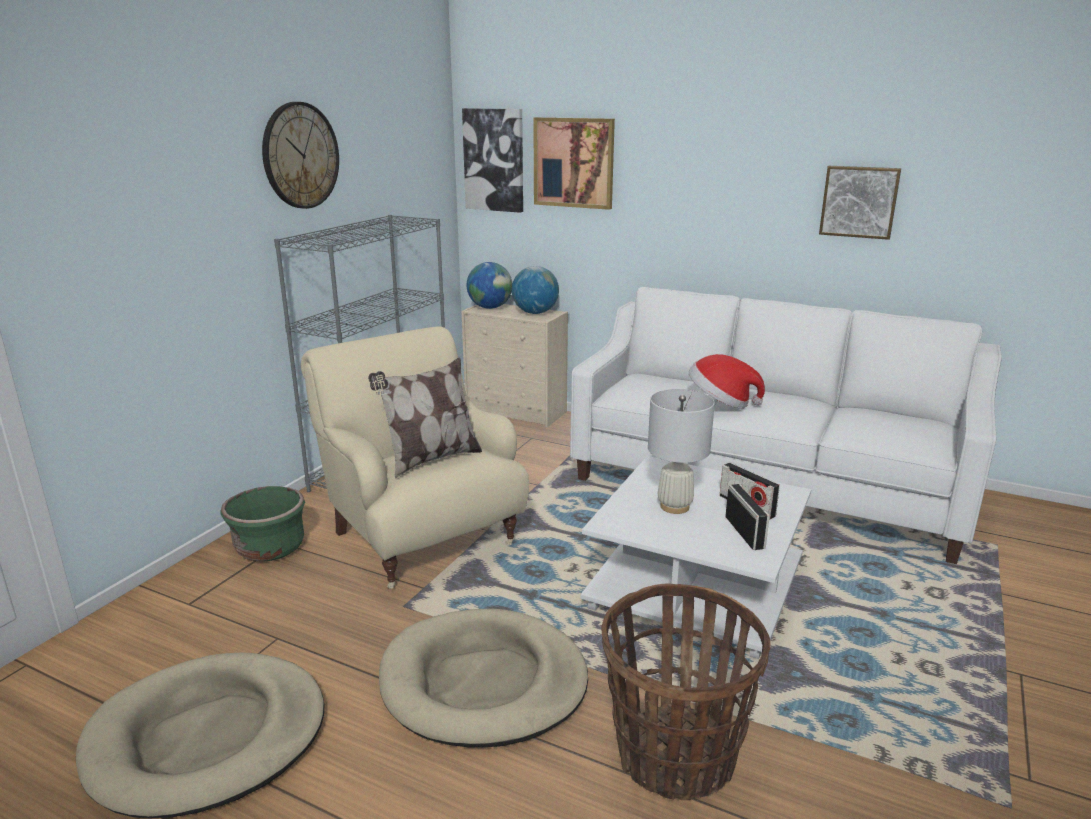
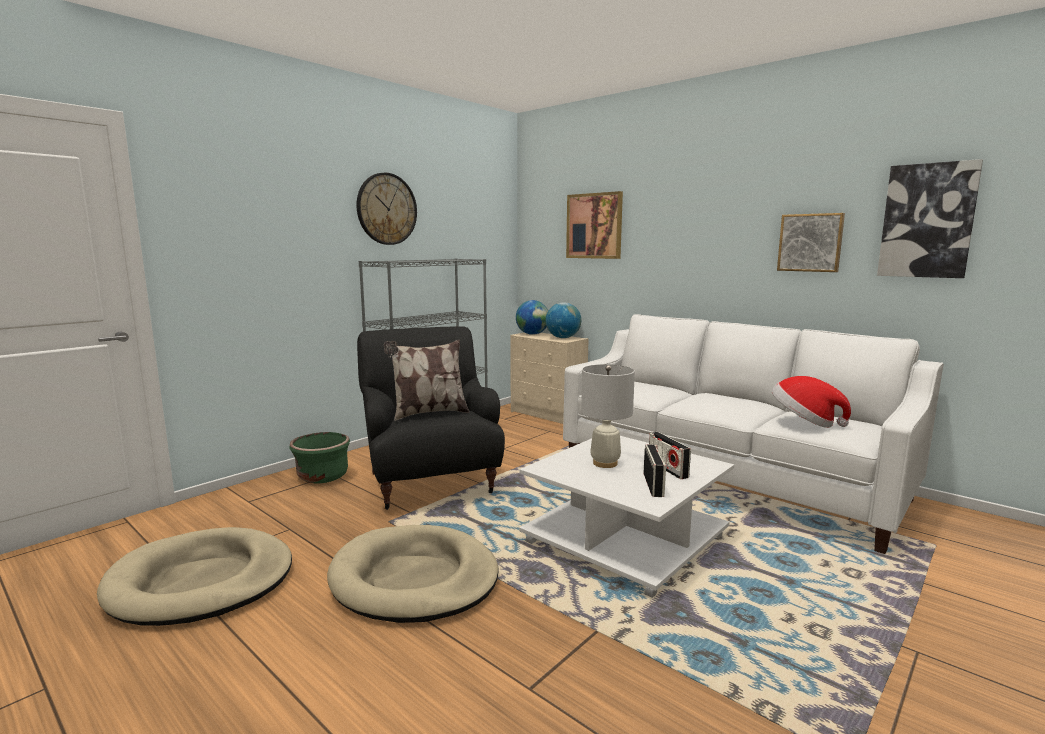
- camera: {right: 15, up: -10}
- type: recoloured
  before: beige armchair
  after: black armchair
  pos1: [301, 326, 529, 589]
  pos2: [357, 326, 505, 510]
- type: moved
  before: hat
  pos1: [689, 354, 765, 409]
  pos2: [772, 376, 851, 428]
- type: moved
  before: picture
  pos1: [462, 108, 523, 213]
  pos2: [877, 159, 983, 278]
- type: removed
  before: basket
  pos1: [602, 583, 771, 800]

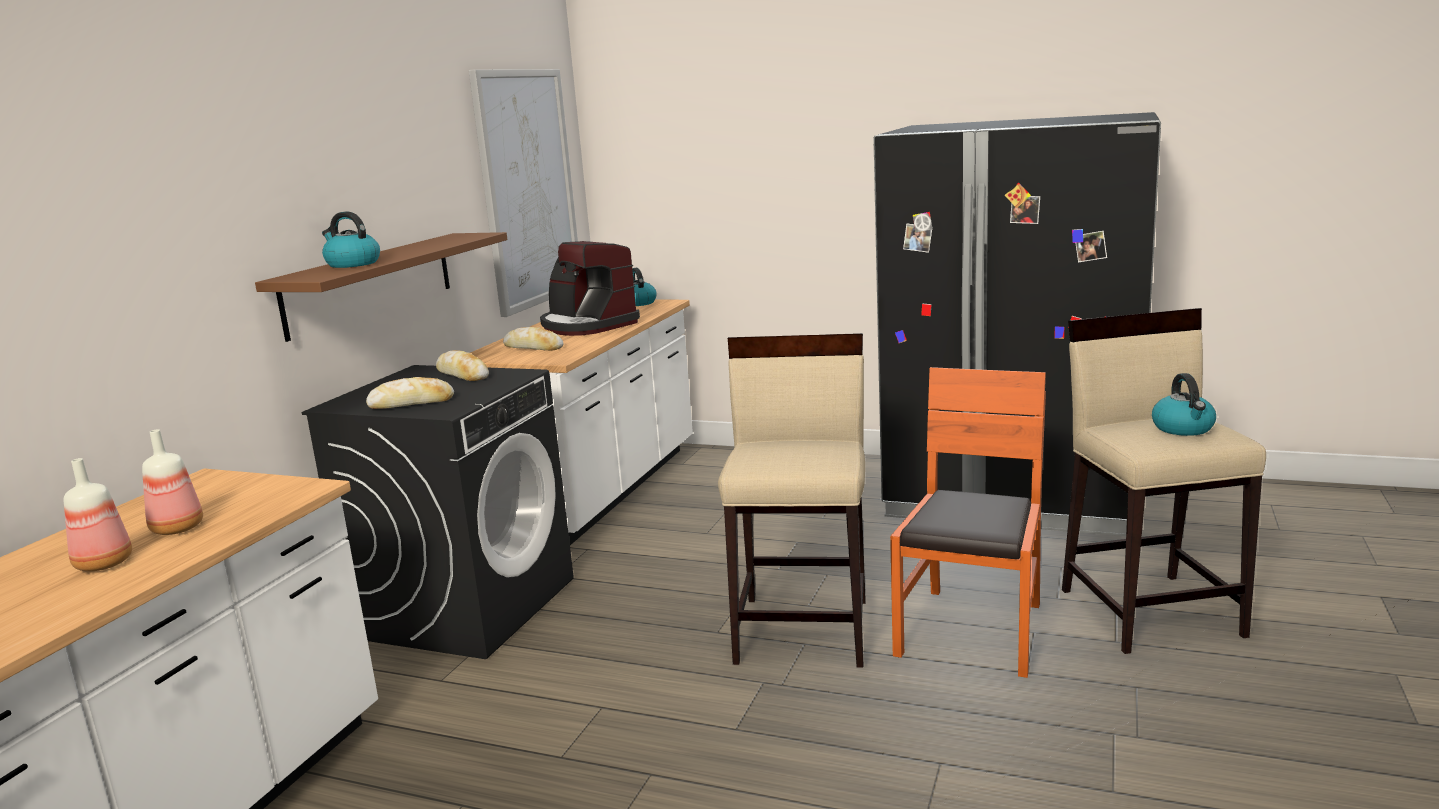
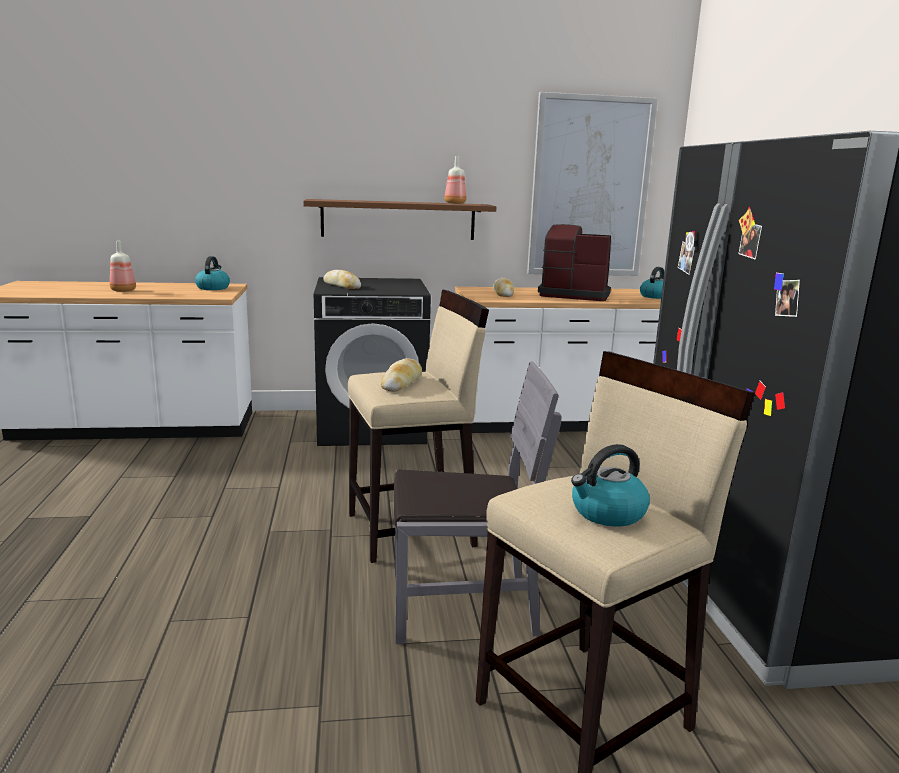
- camera: {right: 60, up: 0}
- type: moved
  before: kettle
  pos1: [322, 211, 380, 268]
  pos2: [195, 256, 230, 290]
- type: moved
  before: bread
  pos1: [436, 350, 489, 381]
  pos2: [381, 358, 422, 391]
- type: recoloured
  before: orange chair
  after: grey chair
  pos1: [890, 367, 1046, 678]
  pos2: [394, 361, 562, 644]
- type: moved
  before: bottle
  pos1: [142, 429, 203, 535]
  pos2: [444, 156, 466, 204]
- type: turned
  before: coffee machine
  pos1: [540, 241, 640, 336]
  pos2: [538, 224, 611, 301]
  turn: 90

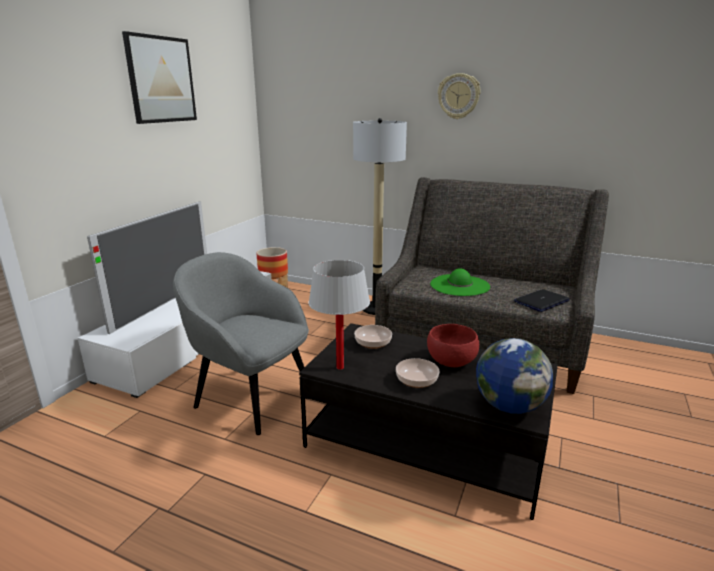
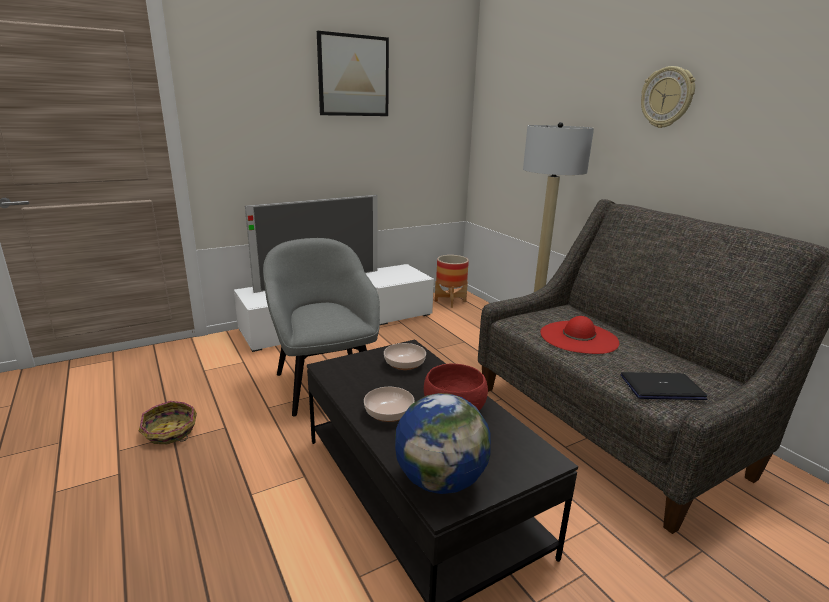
- camera: {right: 35, up: 0}
- type: added
  after: basket
  pos2: [139, 401, 197, 444]
- type: recoloured
  before: green hat
  after: red hat
  pos1: [430, 268, 490, 296]
  pos2: [540, 316, 619, 354]
- type: removed
  before: white table lamp
  pos1: [308, 260, 370, 370]

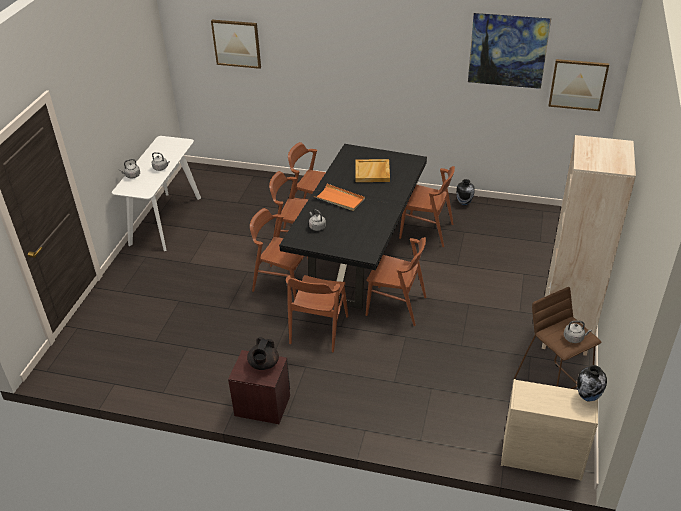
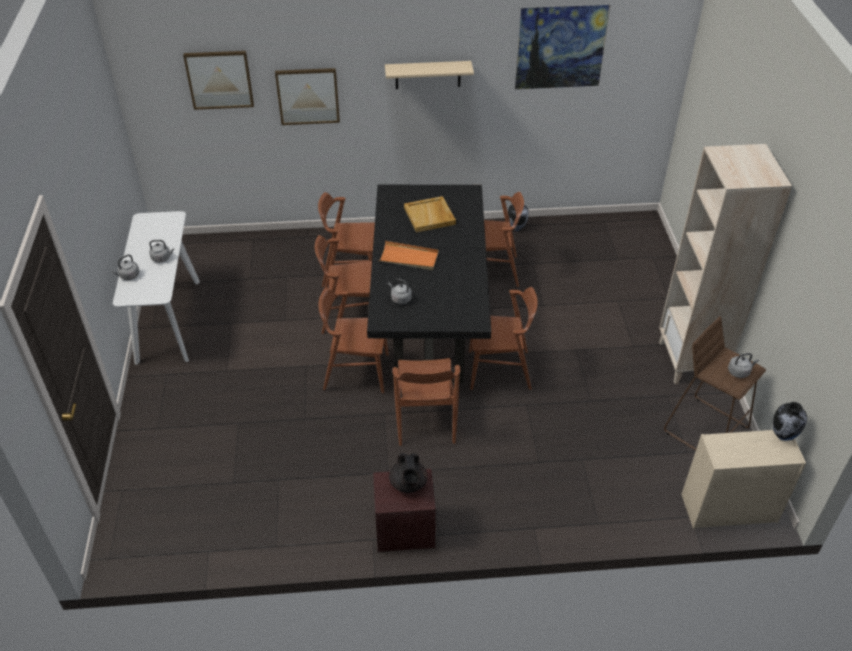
- camera: {right: -20, up: 5}
- type: moved
  before: picture
  pos1: [548, 59, 609, 111]
  pos2: [275, 68, 340, 125]
- type: added
  after: beige shelf
  pos2: [385, 61, 474, 89]

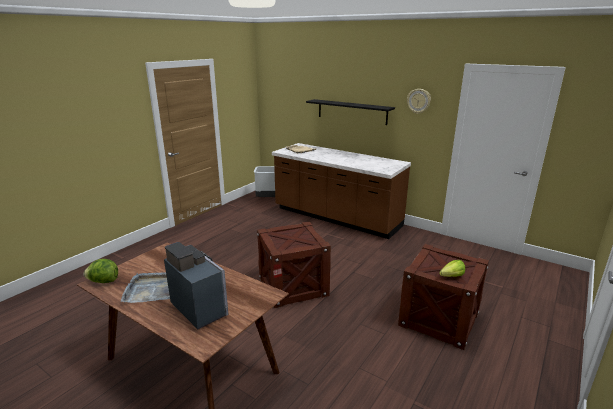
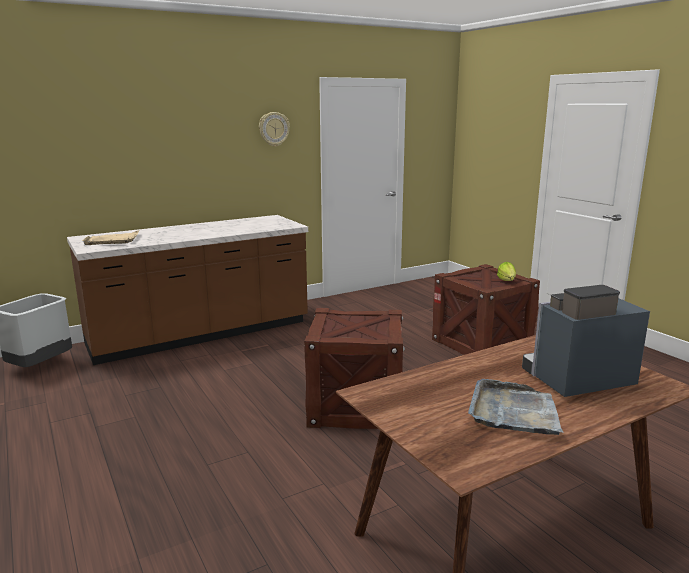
- camera: {right: -65, up: -5}
- type: removed
  before: lettuce
  pos1: [84, 259, 118, 283]
- type: removed
  before: black shelf
  pos1: [306, 99, 395, 125]

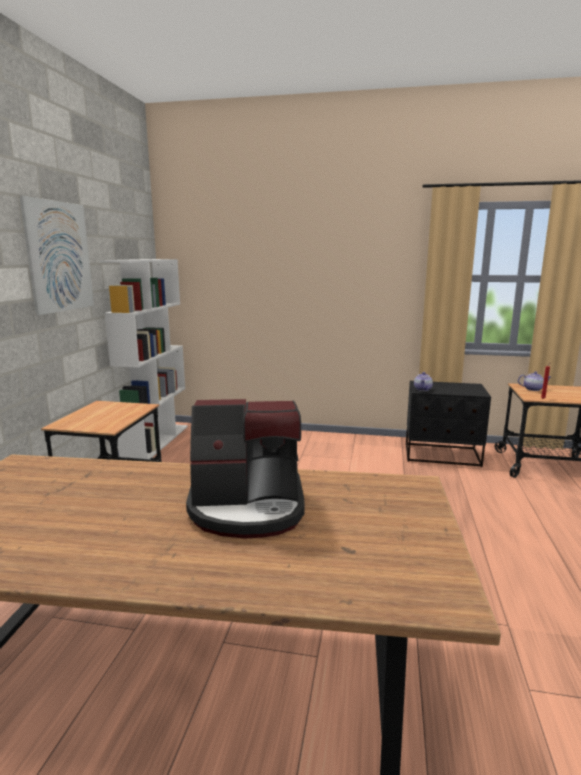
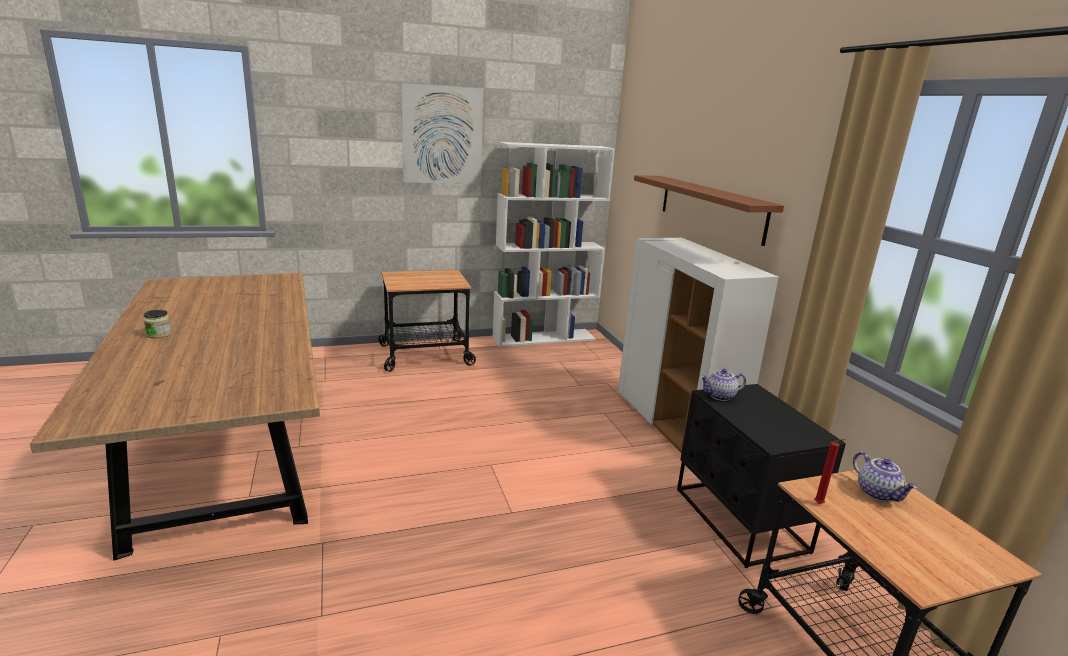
- camera: {right: 60, up: 5}
- type: added
  after: jar
  pos2: [143, 310, 172, 338]
- type: added
  after: white cabinet
  pos2: [618, 238, 779, 453]
- type: added
  after: brown shelf
  pos2: [634, 175, 784, 246]
- type: removed
  before: coffee machine
  pos1: [186, 399, 305, 539]

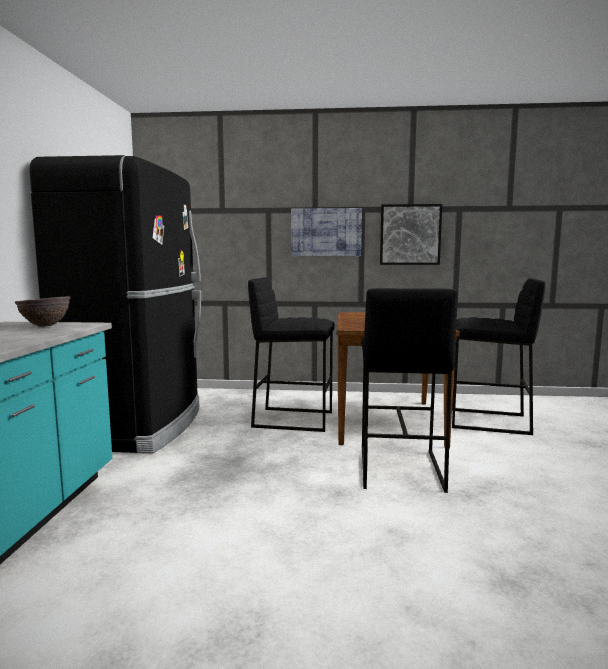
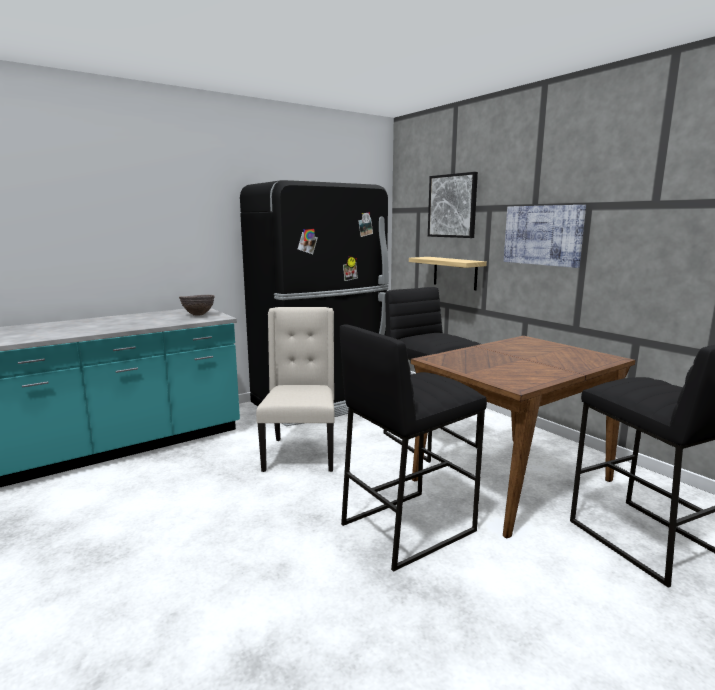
- camera: {right: 50, up: 5}
- type: added
  after: beige chair
  pos2: [256, 307, 335, 472]
- type: added
  after: shelf
  pos2: [409, 257, 487, 290]
- type: moved
  before: picture
  pos1: [380, 204, 442, 265]
  pos2: [428, 172, 478, 238]

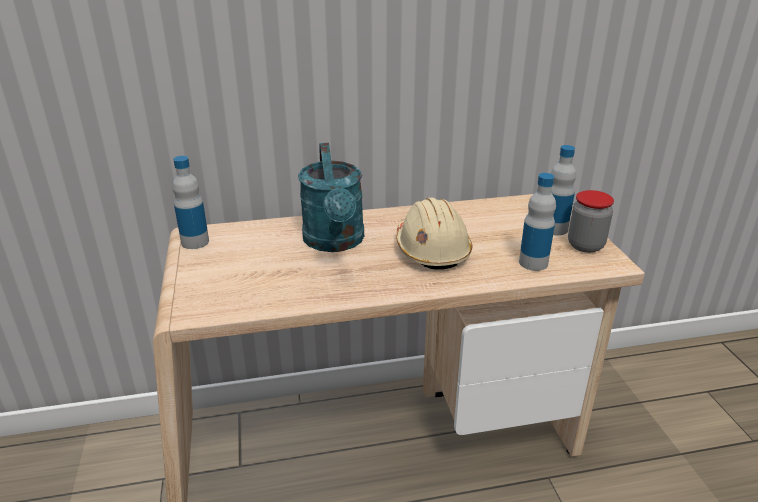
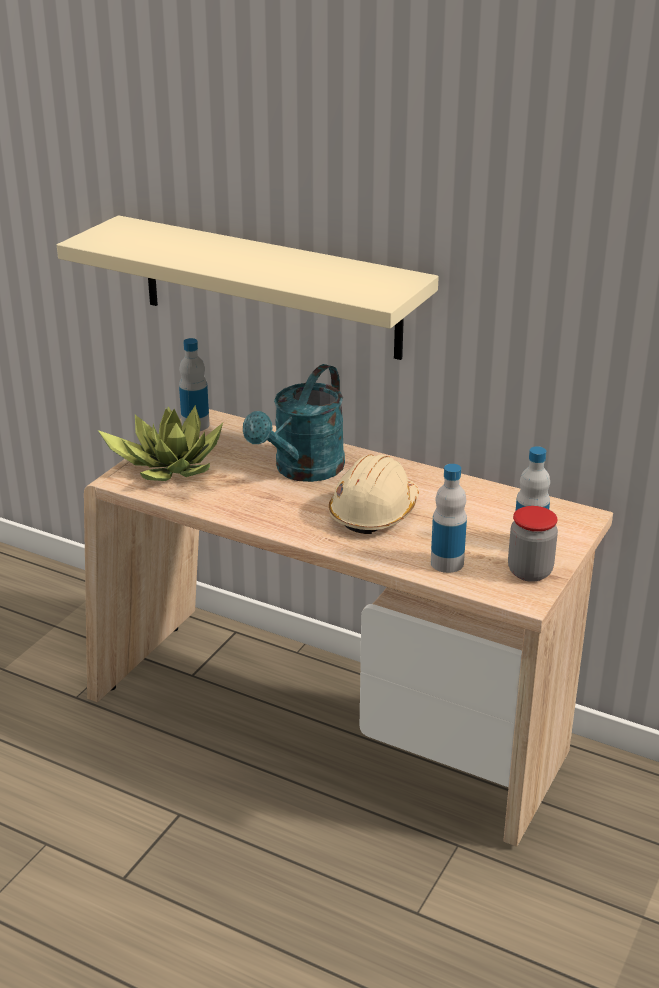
- camera: {right: 40, up: 0}
- type: added
  after: beige shelf
  pos2: [57, 215, 439, 360]
- type: added
  after: potted plant
  pos2: [98, 405, 223, 481]

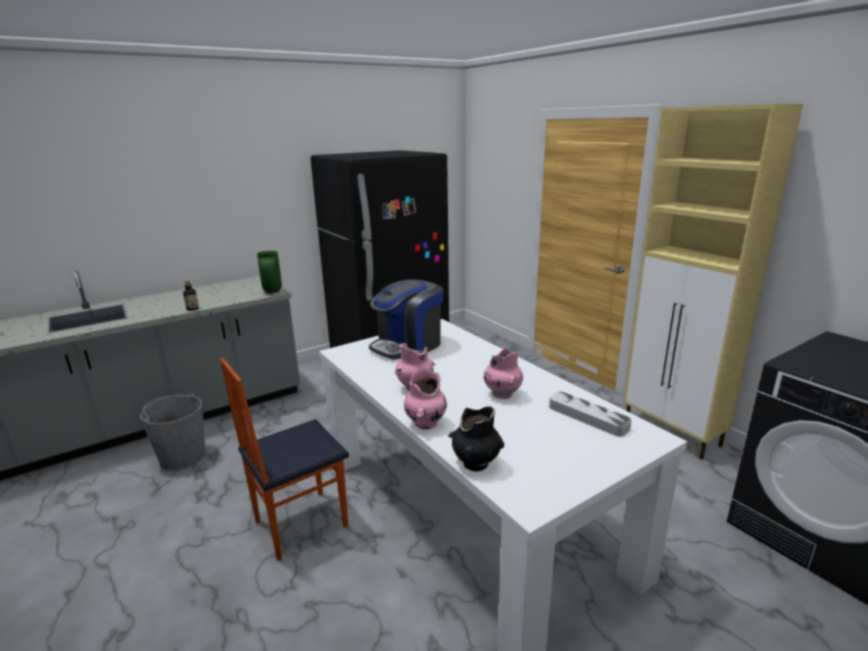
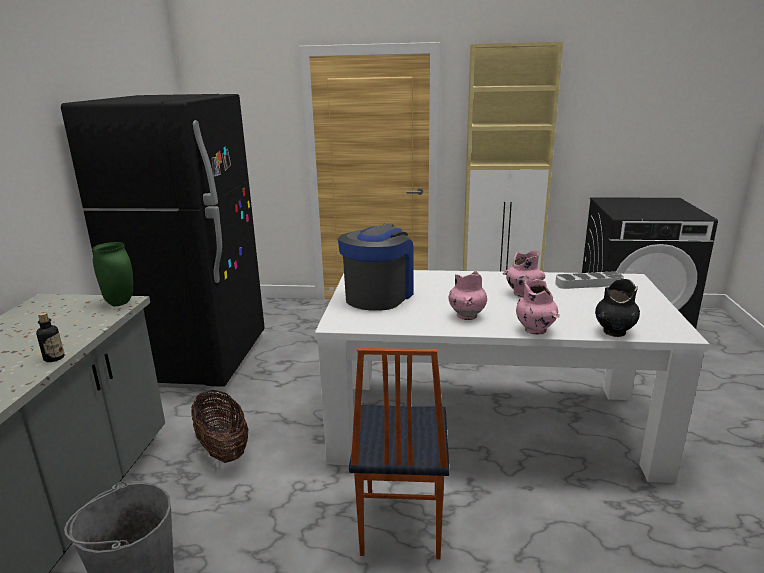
- camera: {right: -50, up: 0}
- type: added
  after: basket
  pos2: [191, 390, 249, 463]
- type: turned
  before: coffee machine
  pos1: [369, 280, 444, 360]
  pos2: [338, 224, 414, 311]
  turn: -150

